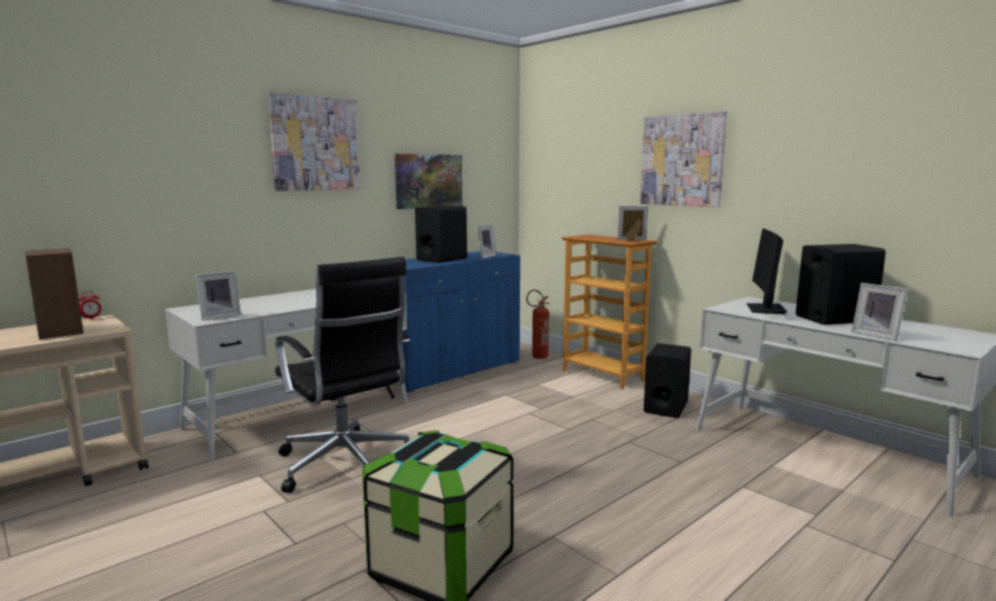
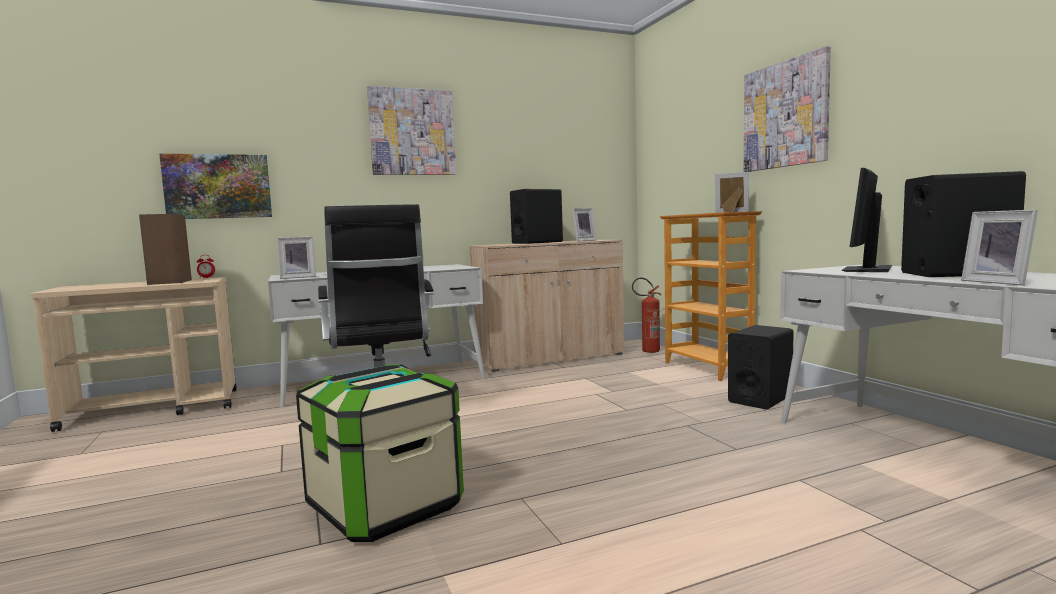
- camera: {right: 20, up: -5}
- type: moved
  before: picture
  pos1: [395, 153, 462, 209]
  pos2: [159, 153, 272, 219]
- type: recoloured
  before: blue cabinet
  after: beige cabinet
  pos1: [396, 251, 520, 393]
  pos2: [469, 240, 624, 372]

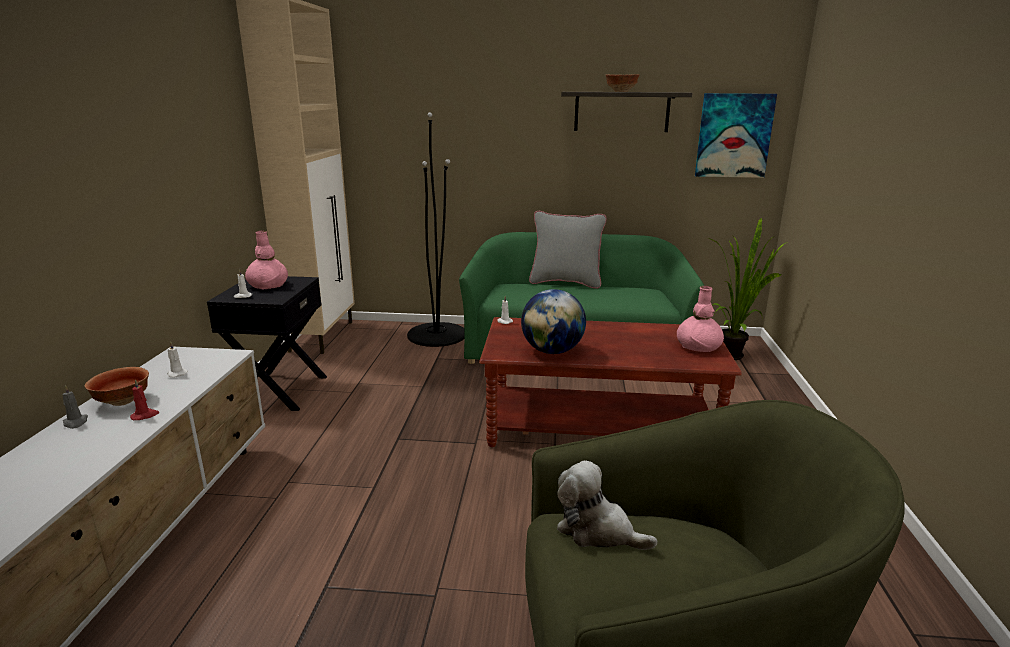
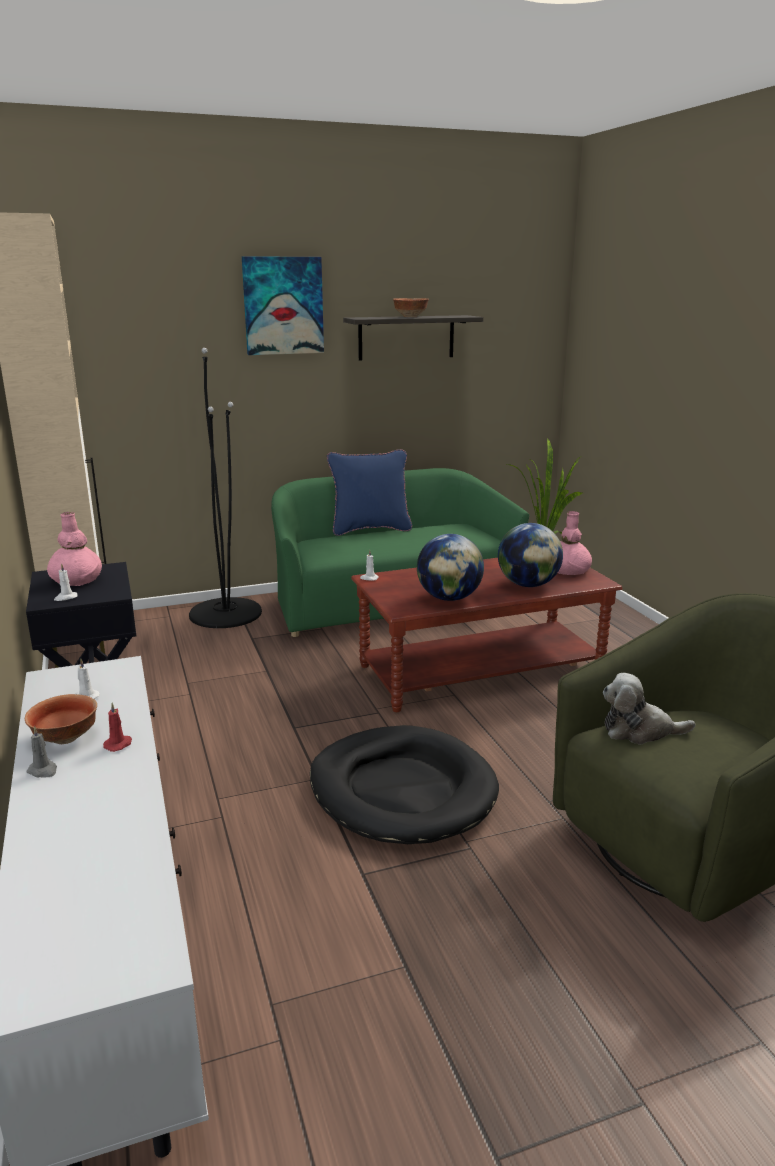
- camera: {right: -25, up: 0}
- type: moved
  before: picture
  pos1: [695, 93, 777, 178]
  pos2: [242, 256, 324, 355]
- type: added
  after: black dog bed
  pos2: [310, 725, 499, 844]
- type: recoloured
  before: grey pillow
  after: blue pillow
  pos1: [529, 211, 607, 289]
  pos2: [327, 449, 412, 536]
- type: added
  after: globe
  pos2: [498, 523, 563, 587]

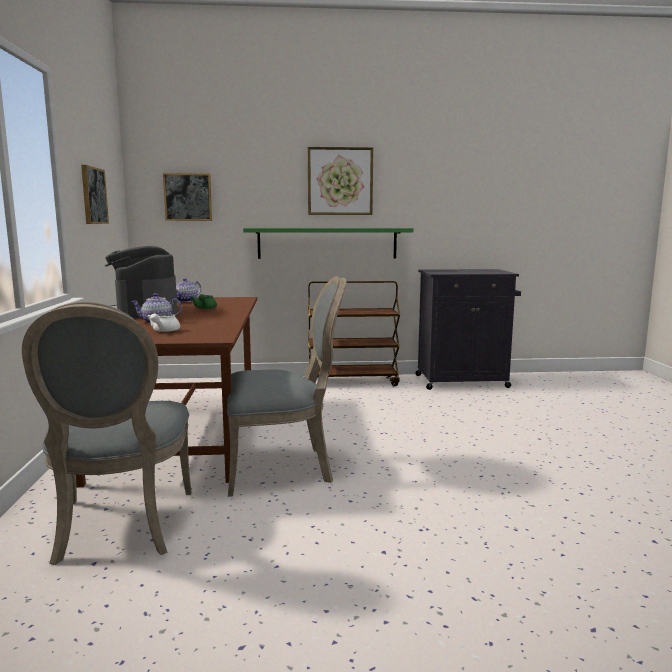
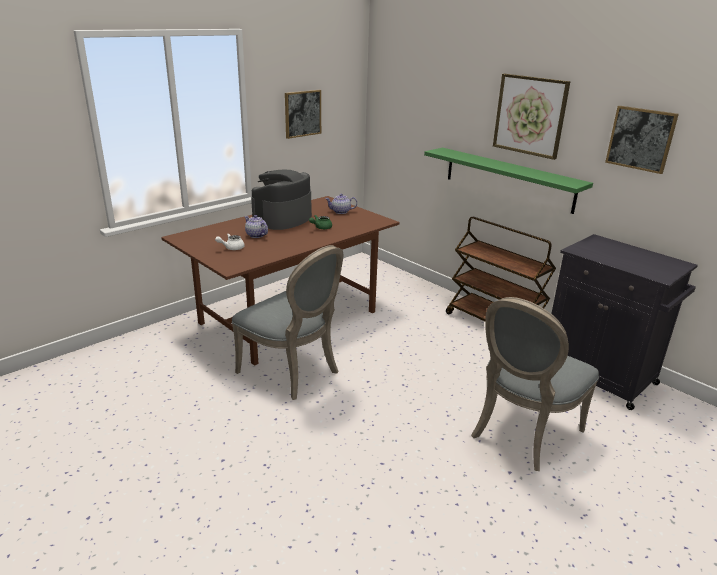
- camera: {right: 50, up: 15}
- type: moved
  before: grey chair
  pos1: [22, 302, 192, 565]
  pos2: [471, 297, 599, 471]
- type: moved
  before: picture
  pos1: [163, 173, 212, 221]
  pos2: [605, 106, 679, 174]

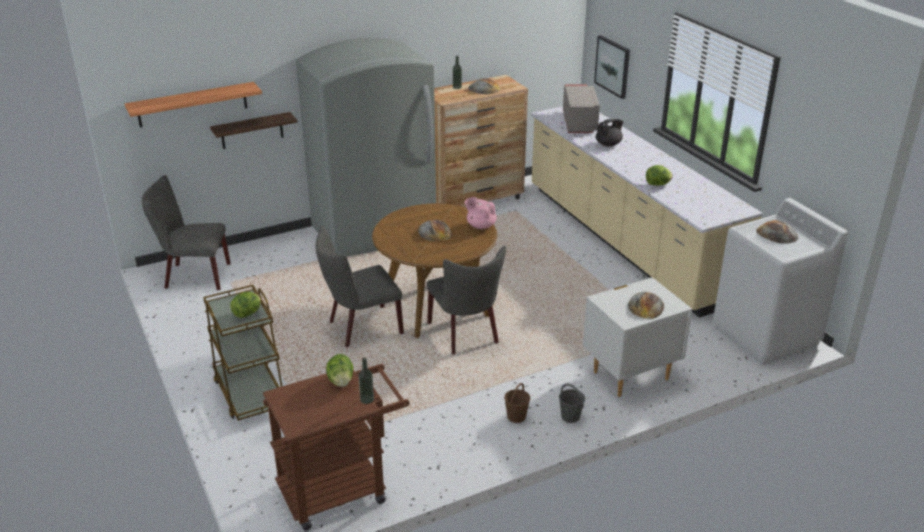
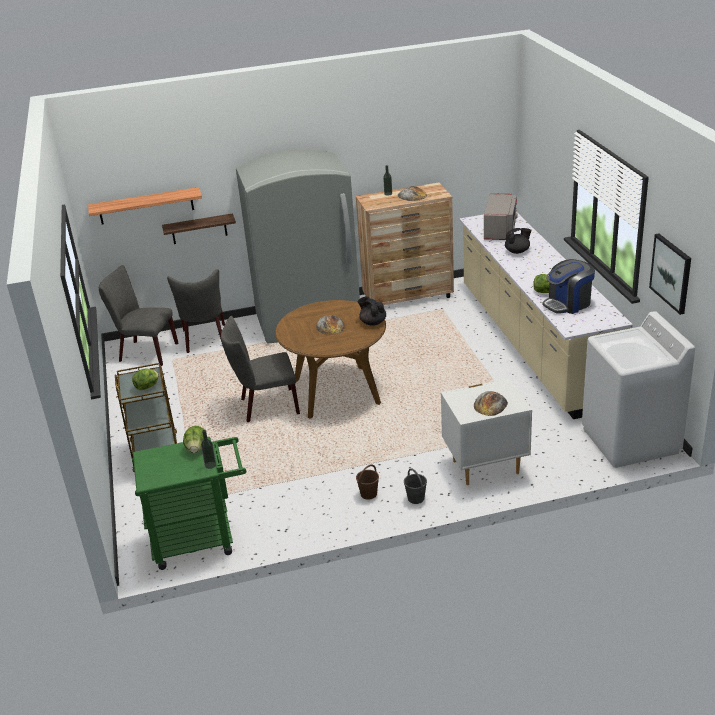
- camera: {right: 15, up: 0}
- type: recoloured
  before: brown cart
  after: green cart
  pos1: [263, 364, 410, 531]
  pos2: [132, 437, 246, 570]
- type: moved
  before: grey chair
  pos1: [427, 246, 506, 355]
  pos2: [167, 269, 225, 353]
- type: recoloured
  before: pink teapot
  after: black teapot
  pos1: [464, 197, 497, 229]
  pos2: [358, 296, 386, 326]
- type: added
  after: coffee machine
  pos2: [542, 259, 595, 314]
- type: moved
  before: picture
  pos1: [594, 35, 630, 99]
  pos2: [649, 234, 691, 315]
- type: removed
  before: bread
  pos1: [756, 220, 798, 244]

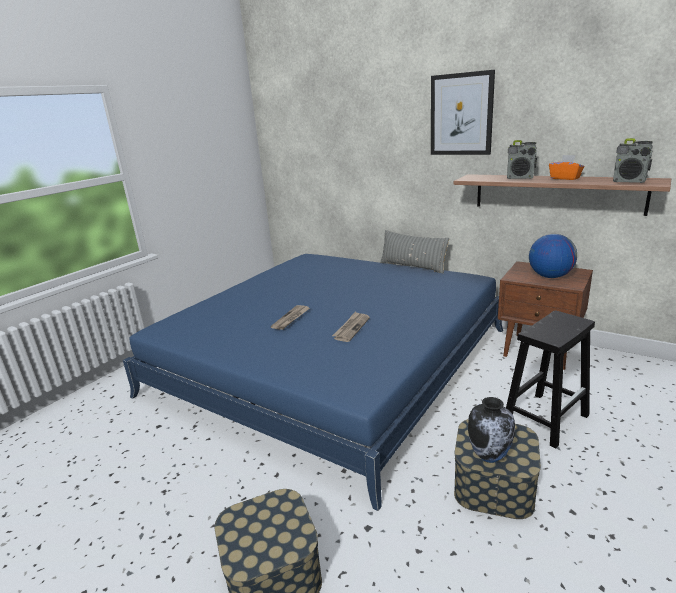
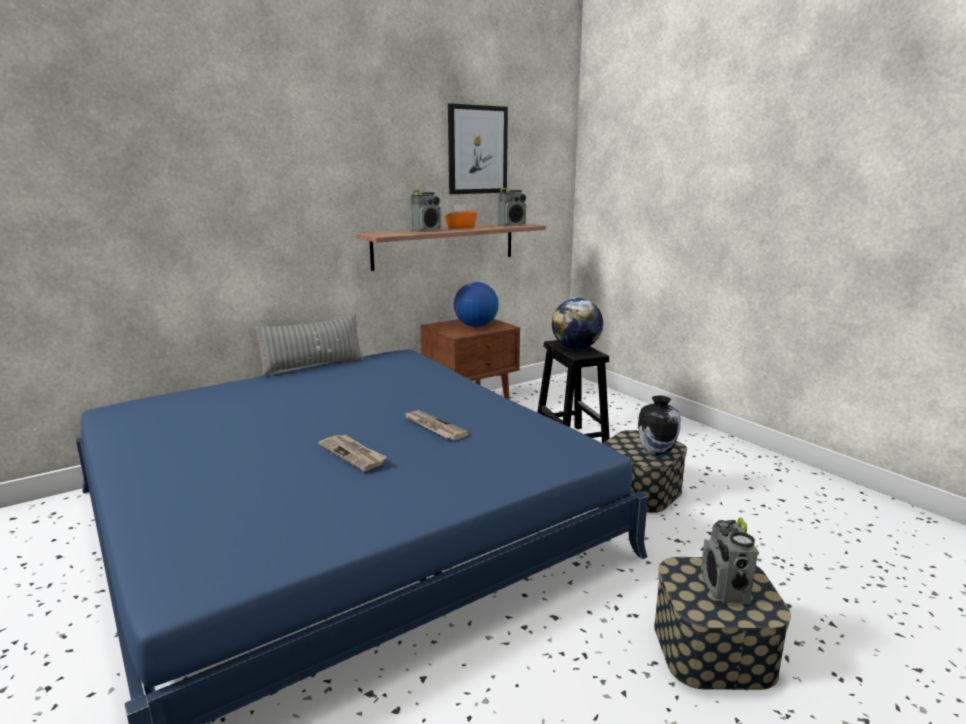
- camera: {right: -70, up: -5}
- type: moved
  before: picture
  pos1: [431, 70, 495, 155]
  pos2: [448, 103, 508, 194]
- type: added
  after: globe
  pos2: [552, 298, 604, 349]
- type: added
  after: radio
  pos2: [701, 518, 758, 604]

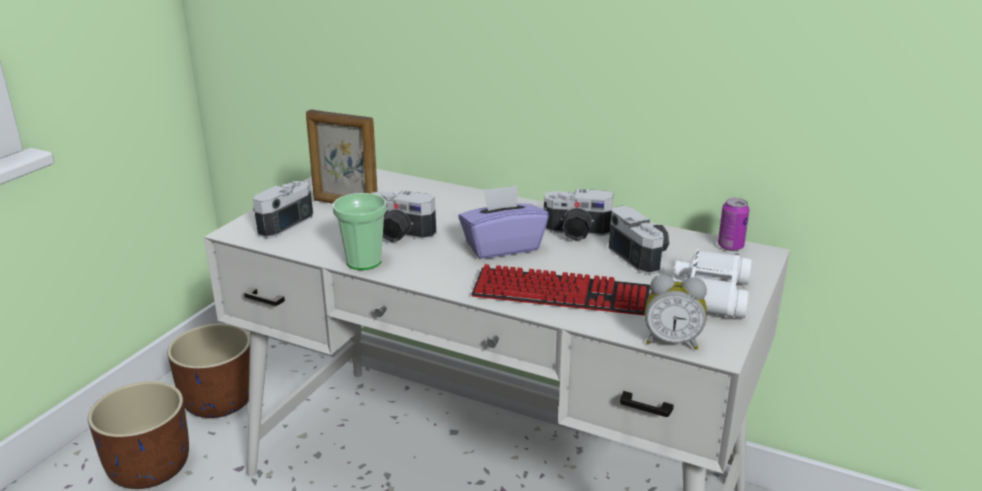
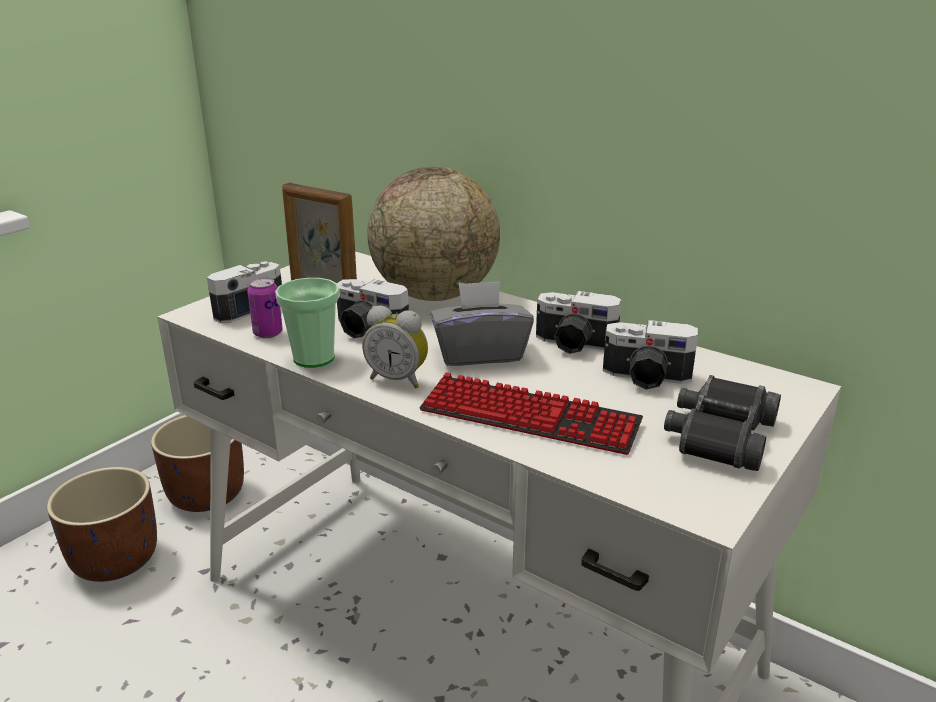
- camera: {right: 10, up: 0}
- type: moved
  before: can
  pos1: [718, 198, 749, 251]
  pos2: [247, 278, 283, 338]
- type: moved
  before: alarm clock
  pos1: [645, 274, 707, 350]
  pos2: [362, 306, 428, 388]
- type: added
  after: globe
  pos2: [367, 167, 500, 301]
- type: recoloured
  before: purple tissue box
  after: grey tissue box
  pos1: [459, 185, 549, 259]
  pos2: [430, 281, 534, 366]
- type: turned
  before: photo camera
  pos1: [608, 206, 669, 275]
  pos2: [603, 320, 698, 390]
  turn: 120
- type: recoloured
  before: white binoculars
  after: black binoculars
  pos1: [673, 249, 752, 318]
  pos2: [664, 375, 781, 471]

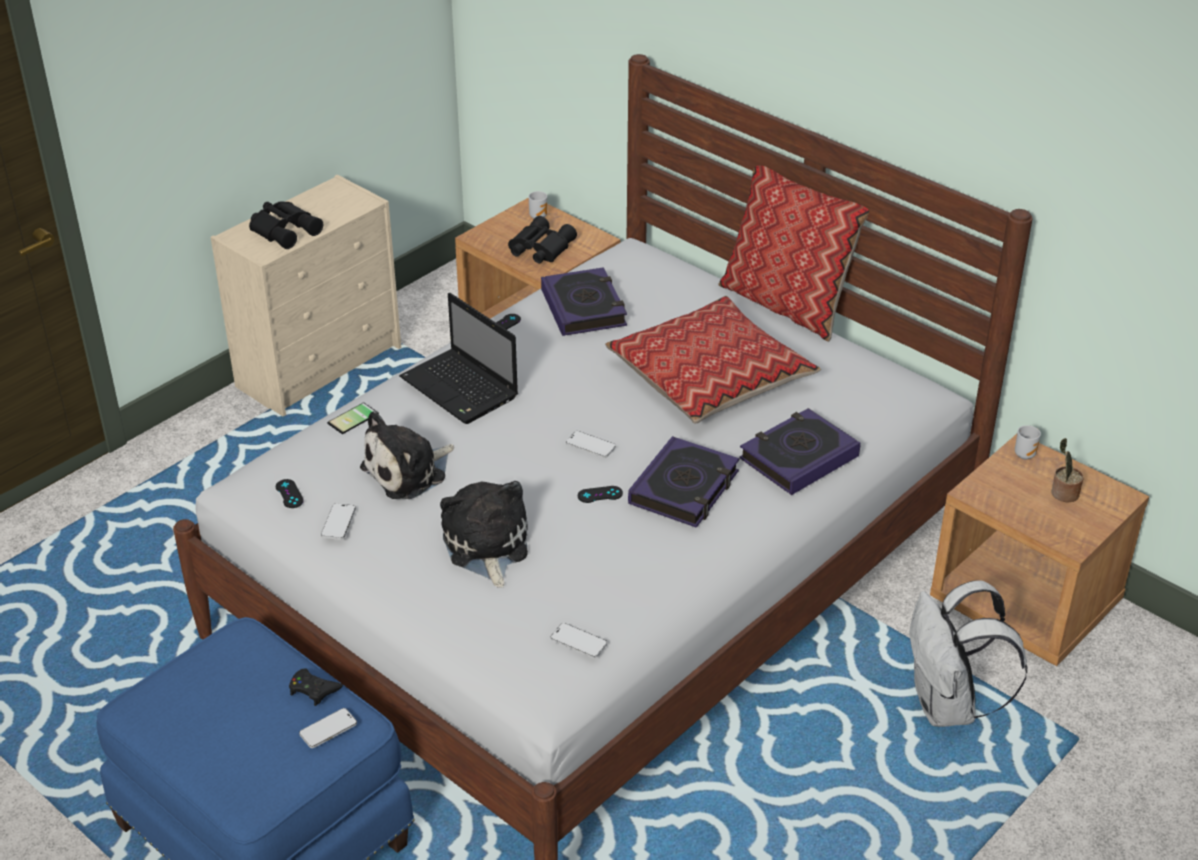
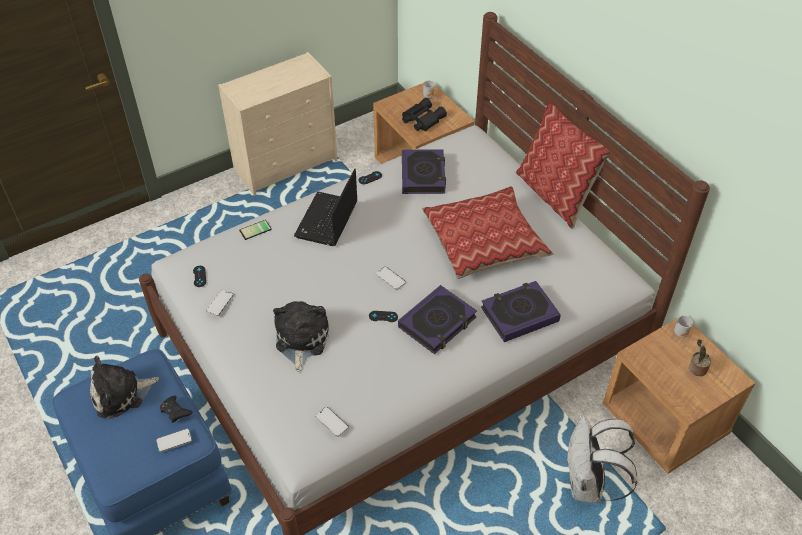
- camera: {right: 15, up: 10}
- type: moved
  before: plush toy
  pos1: [360, 411, 454, 499]
  pos2: [90, 356, 159, 419]
- type: turned
  before: laptop
  pos1: [399, 293, 518, 424]
  pos2: [294, 168, 358, 246]
  turn: 45
- type: removed
  before: black binoculars
  pos1: [249, 202, 323, 249]

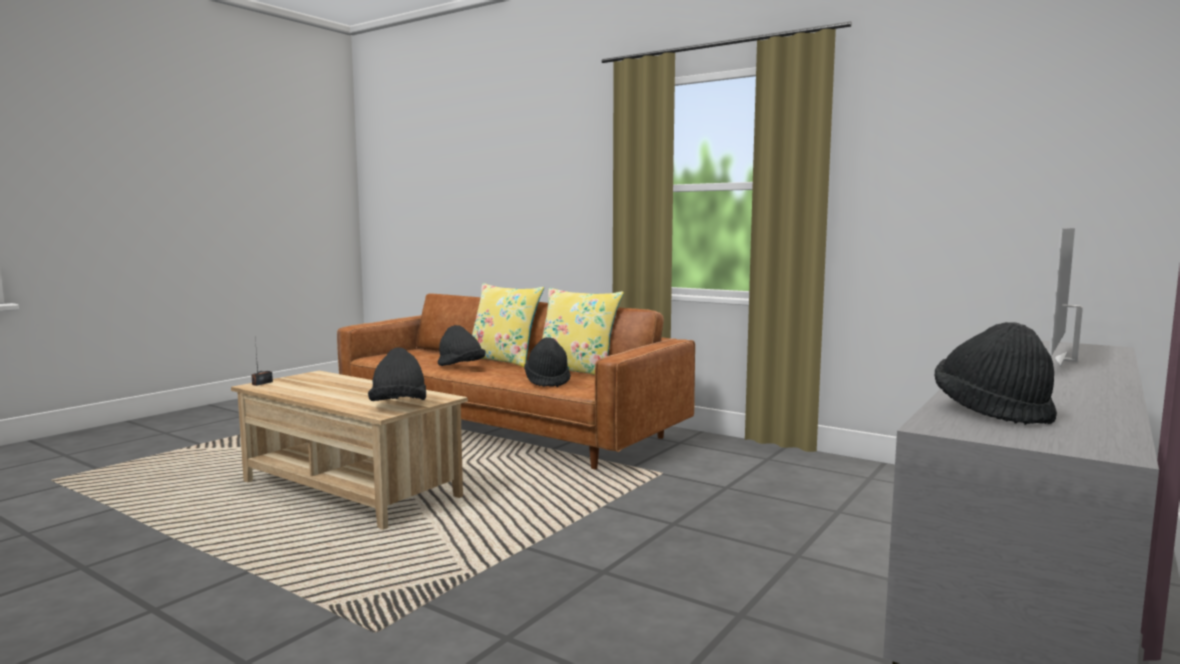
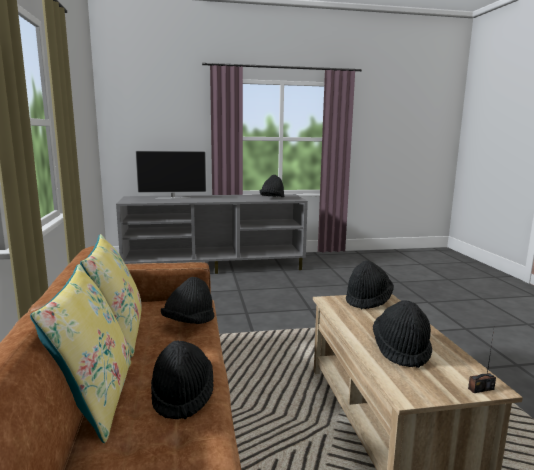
- camera: {right: -135, up: 5}
- type: added
  after: black hat
  pos2: [373, 300, 432, 368]

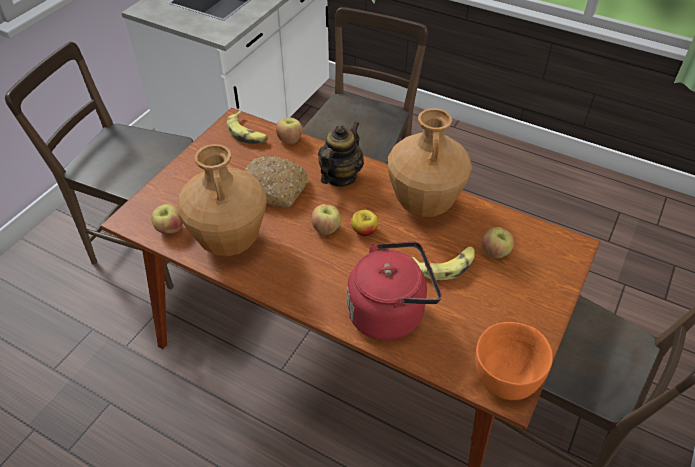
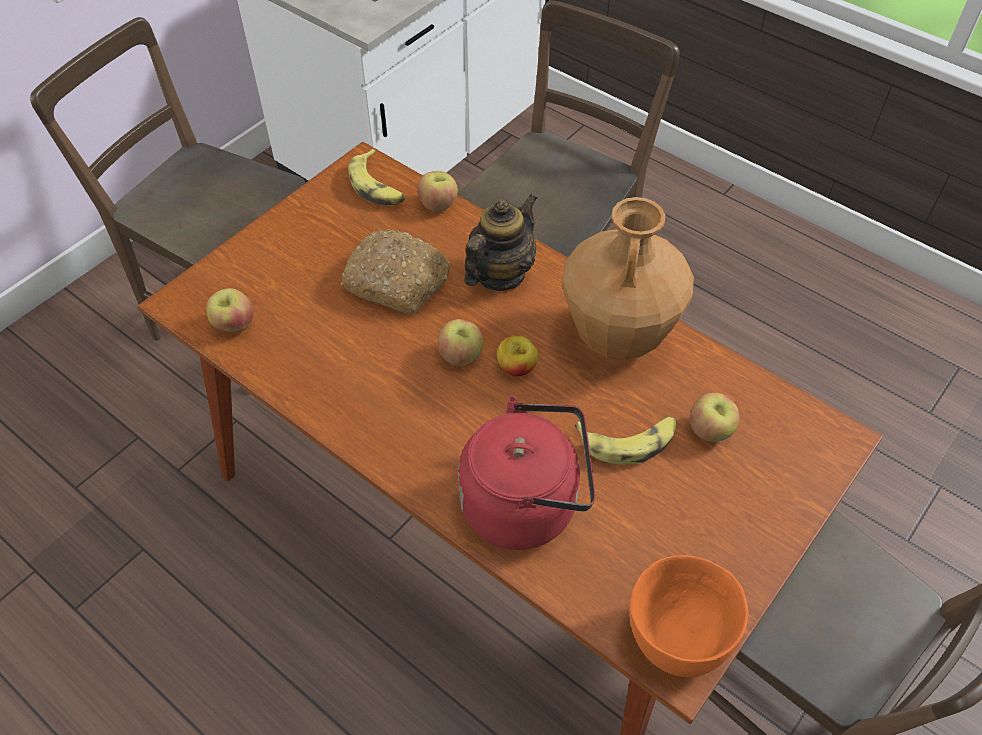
- camera: {right: 10, up: 5}
- type: removed
  before: brown vase
  pos1: [177, 144, 267, 256]

